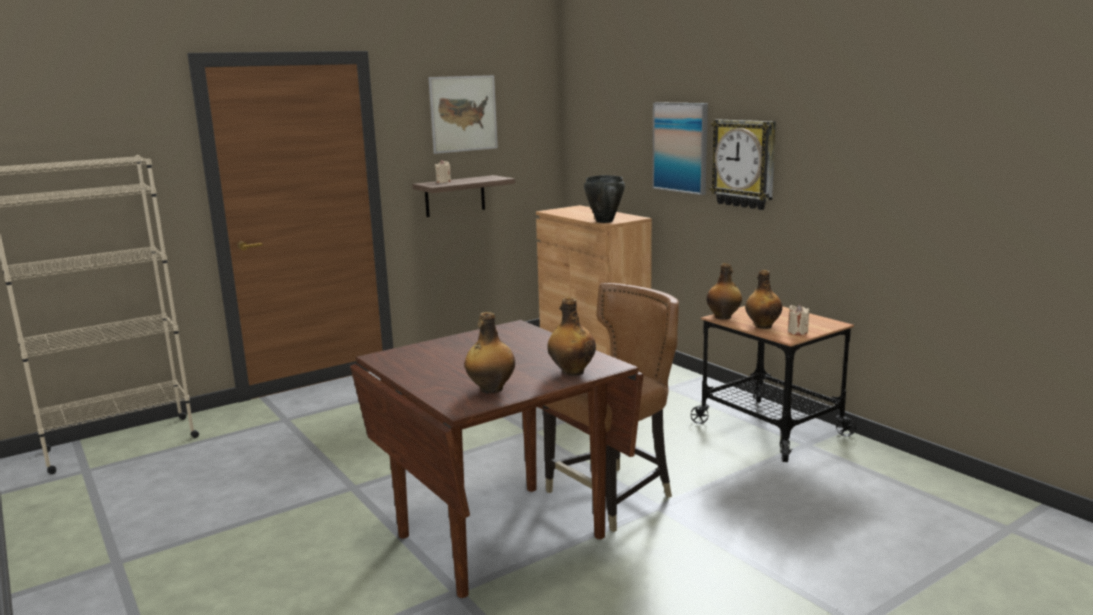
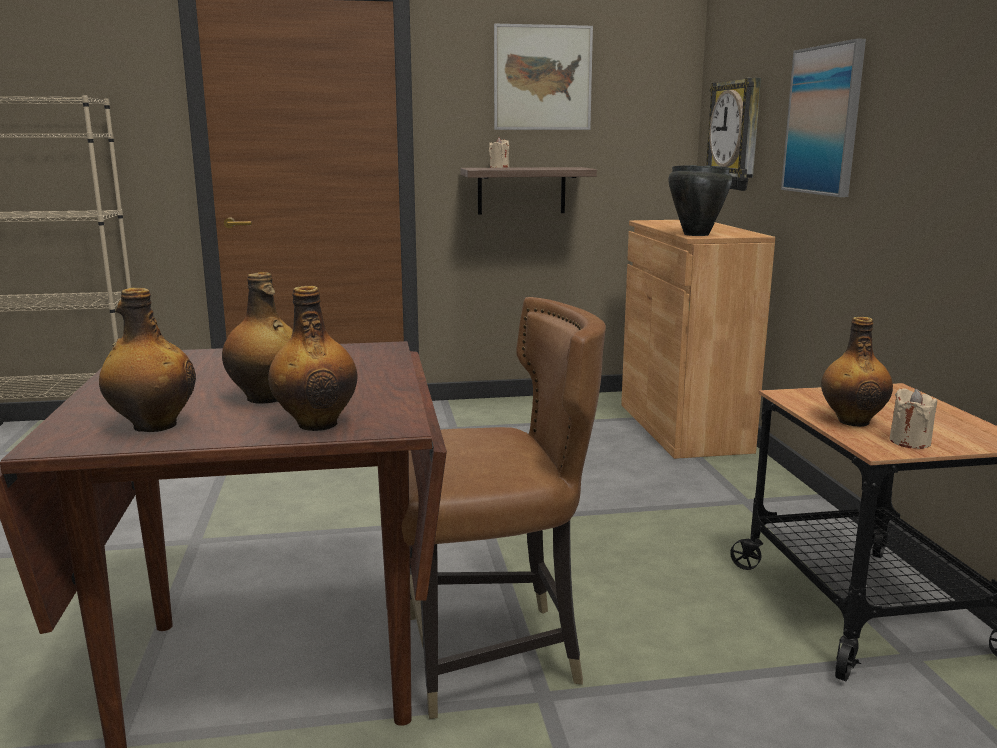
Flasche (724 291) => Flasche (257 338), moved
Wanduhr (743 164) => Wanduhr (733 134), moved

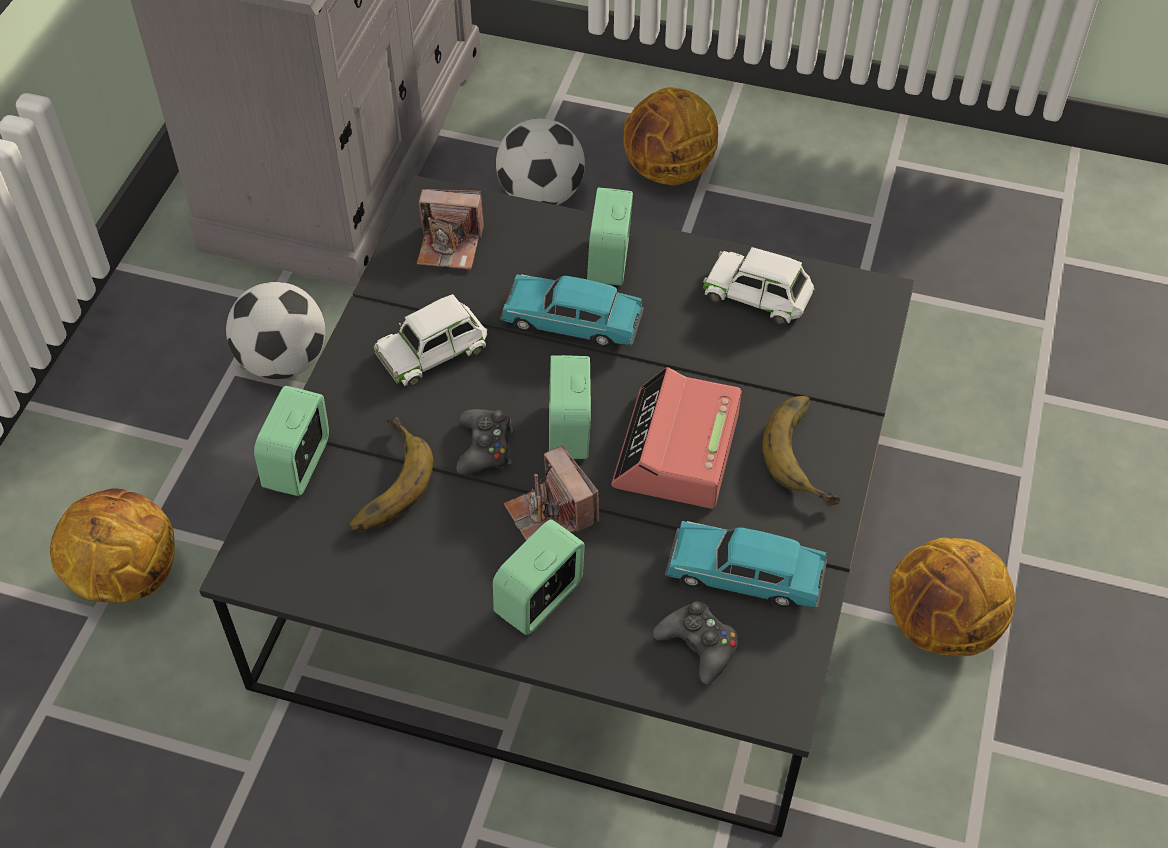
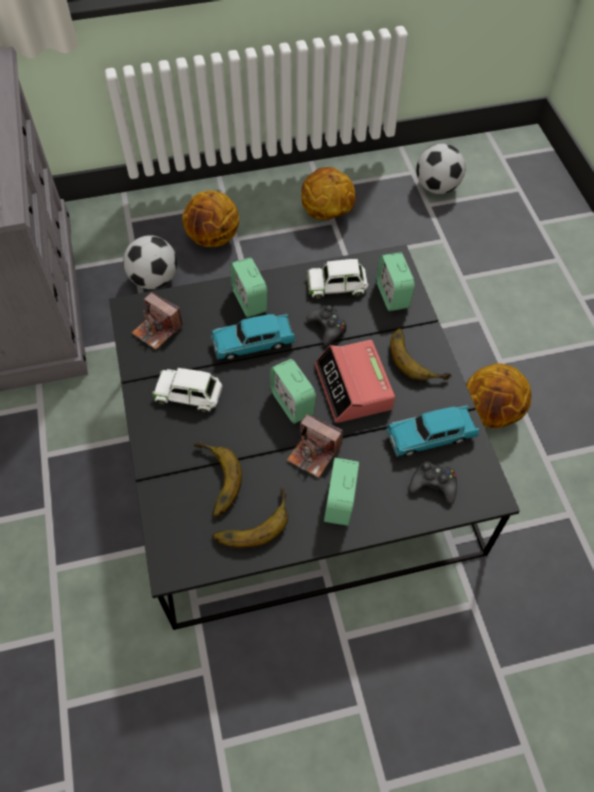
Basketball (112 545) => Basketball (328 193), moved
Fußball (275 330) => Fußball (441 169), moved
Wecker (291 441) => Wecker (395 281), moved
Spielzeugauto (weiß) (430 340) => Spielzeugauto (weiß) (187 390), 75 degrees clockwise
Kamera (450 229) => Kamera (157 320), 60 degrees clockwise
Gamepad (schwarz) (484 441) => Gamepad (schwarz) (326 325), moved
nothing => Banane (250 518)

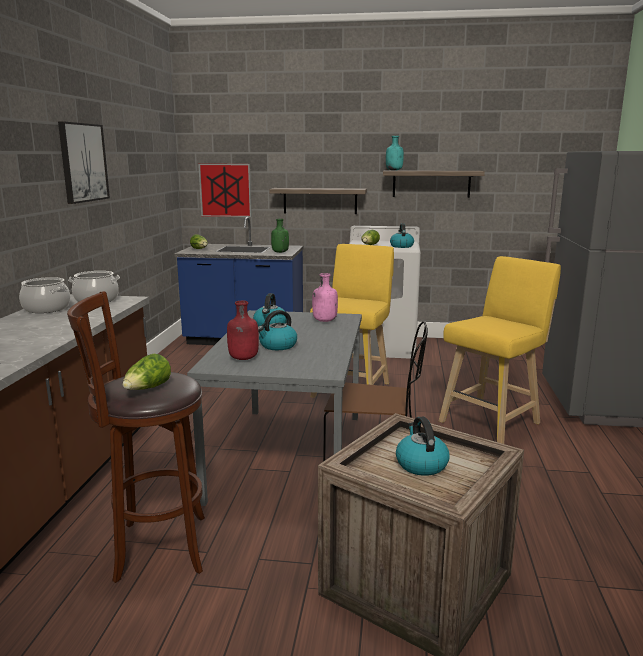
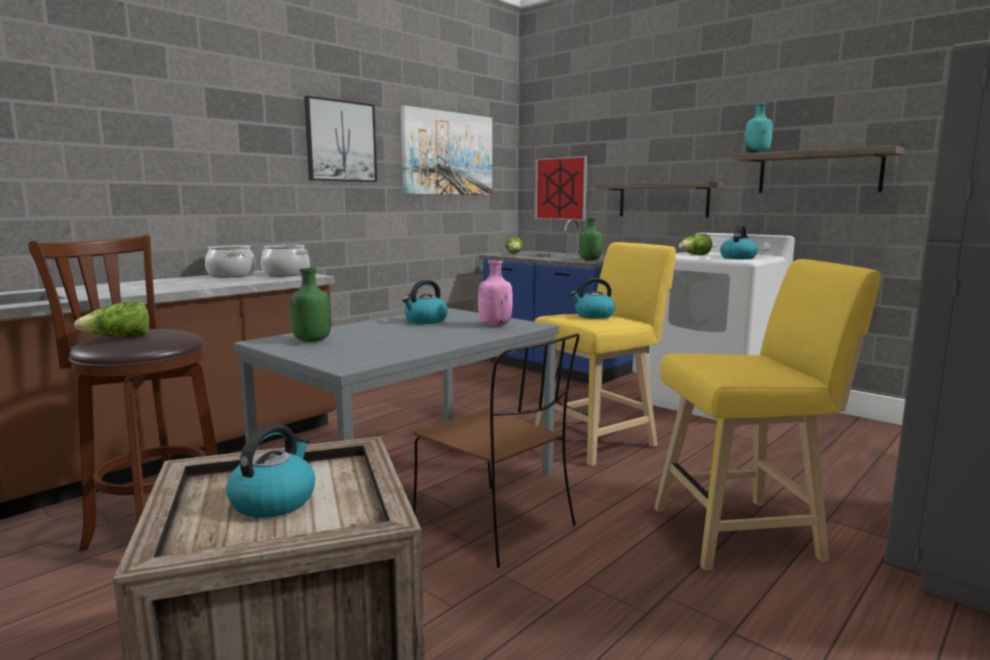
Flasche (rot) (243 330) => Flasche (grün) (310 305)
Wasserkessel (277 330) => Wasserkessel (592 298), moved
nothing => Bild (446 150)

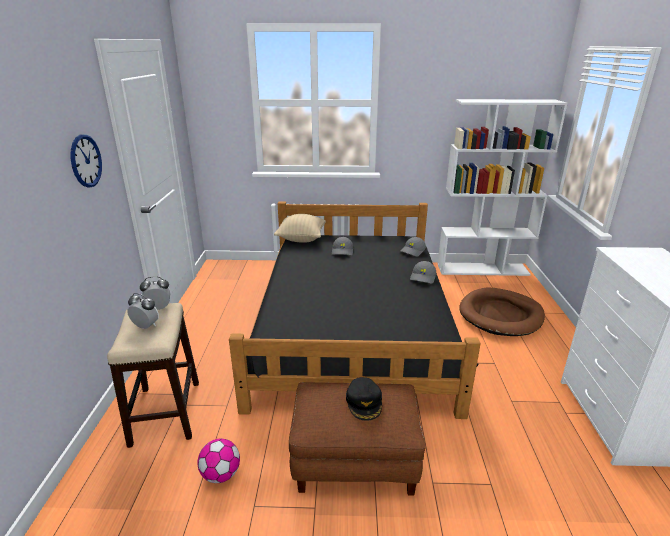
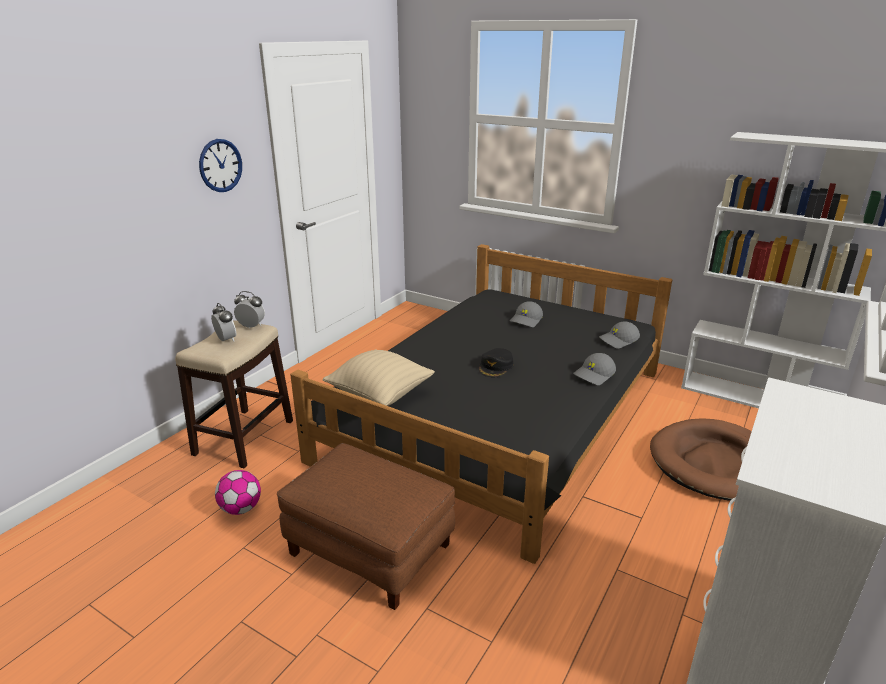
Kissen (beige) (300 228) => Kissen (beige) (379 377), moved
Kappe (schwarz) (364 399) => Kappe (schwarz) (496 362), moved

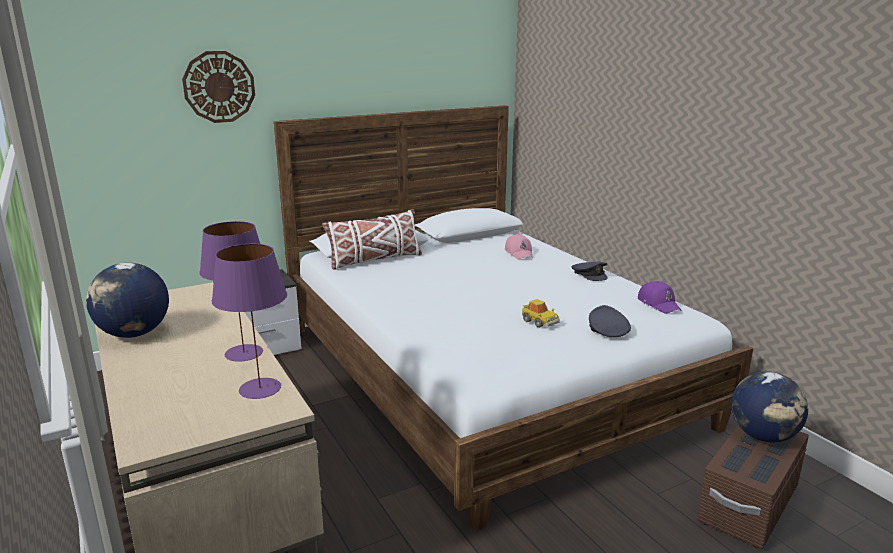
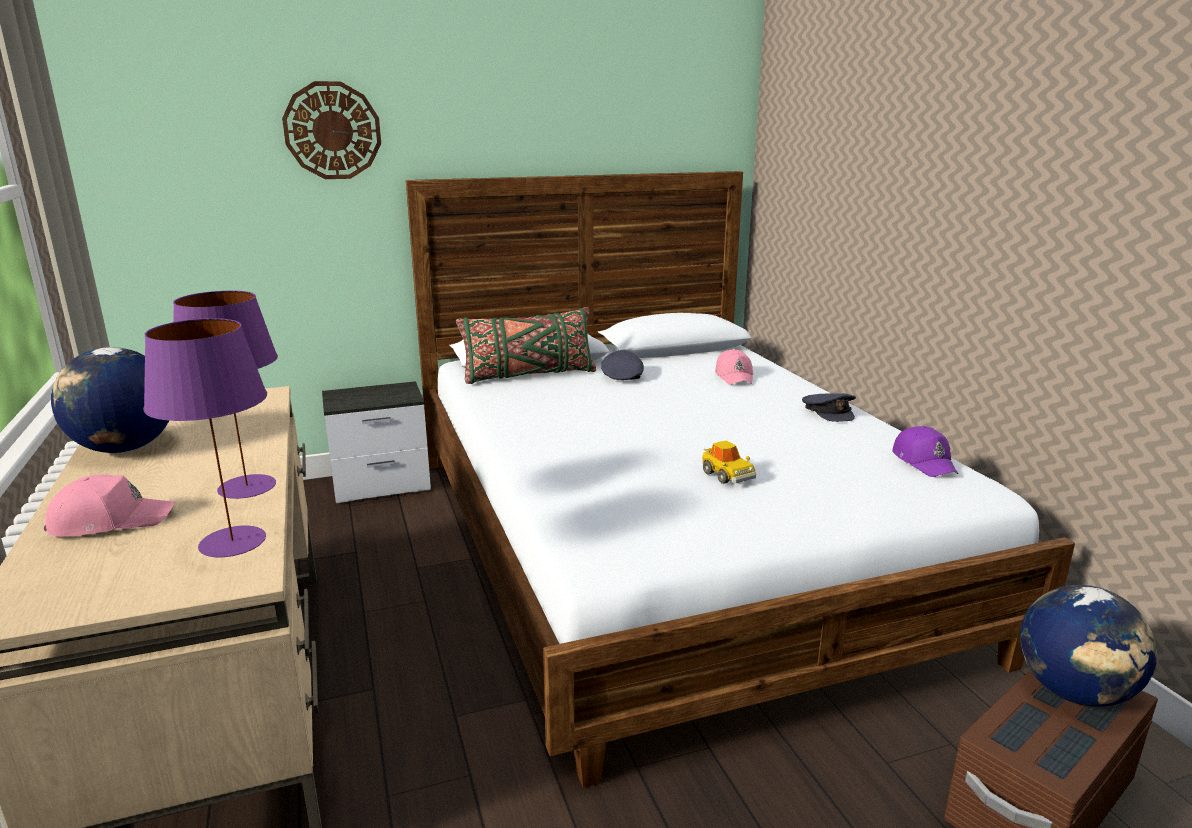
Kissen (weiß) (372 239) => Kissen (grün) (526 345)
Kappe (grau) (610 321) => Kappe (grau) (622 365), moved
nothing => Kappe (rosa) (109 506)

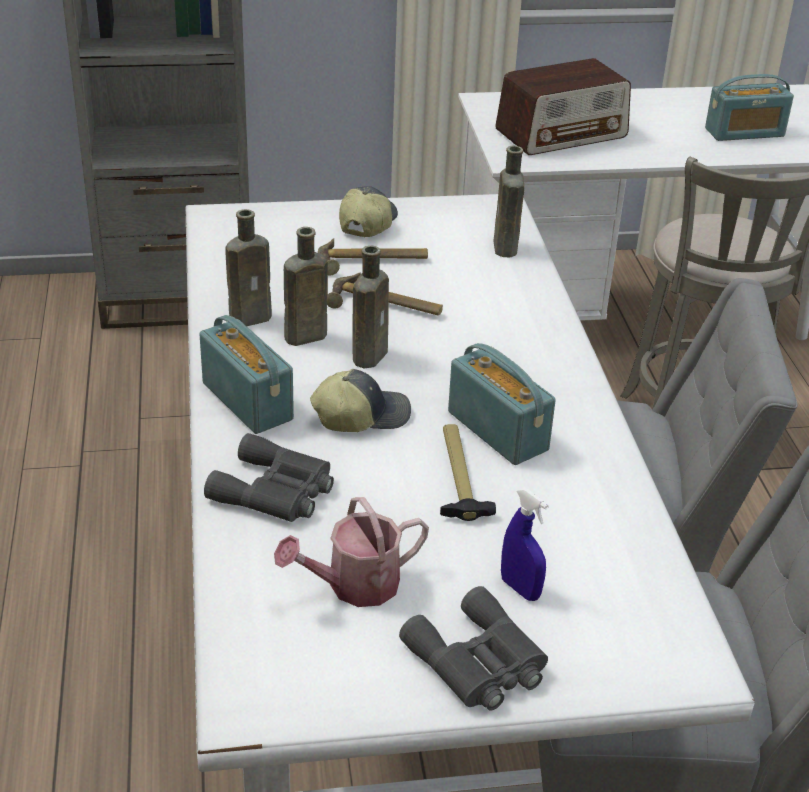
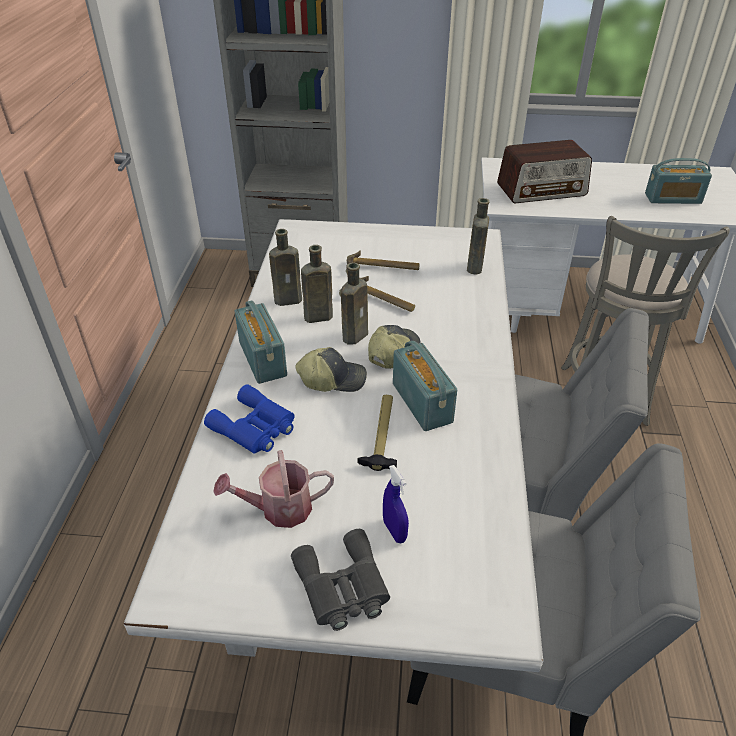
Fernglas (grau) (269 477) => Fernglas (blau) (249 418)
Kappe (368 211) => Kappe (394 347), moved

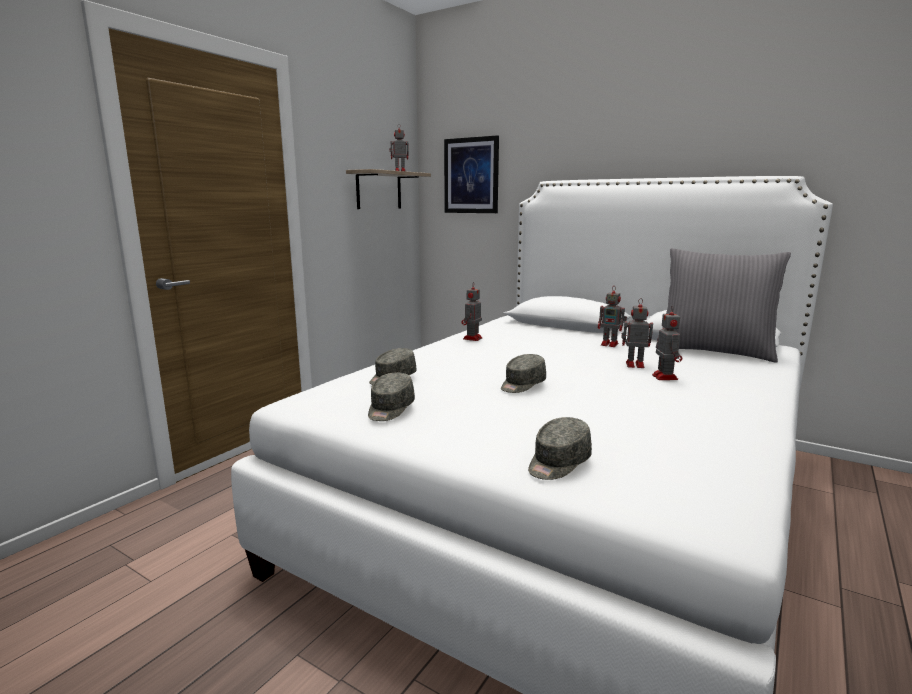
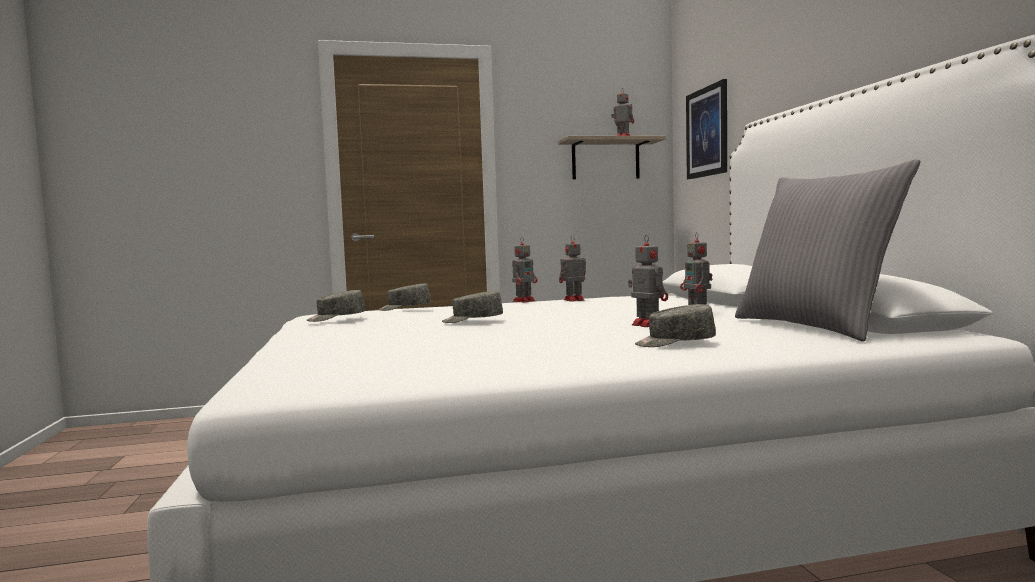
Kappe (grau) (560 448) => Kappe (grau) (675 325), moved
Spielzeugroboter (667 342) => Spielzeugroboter (525 269), moved

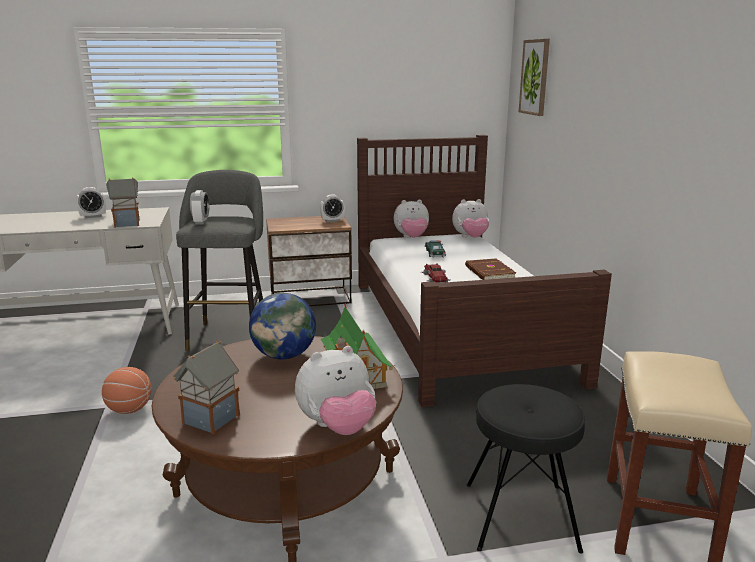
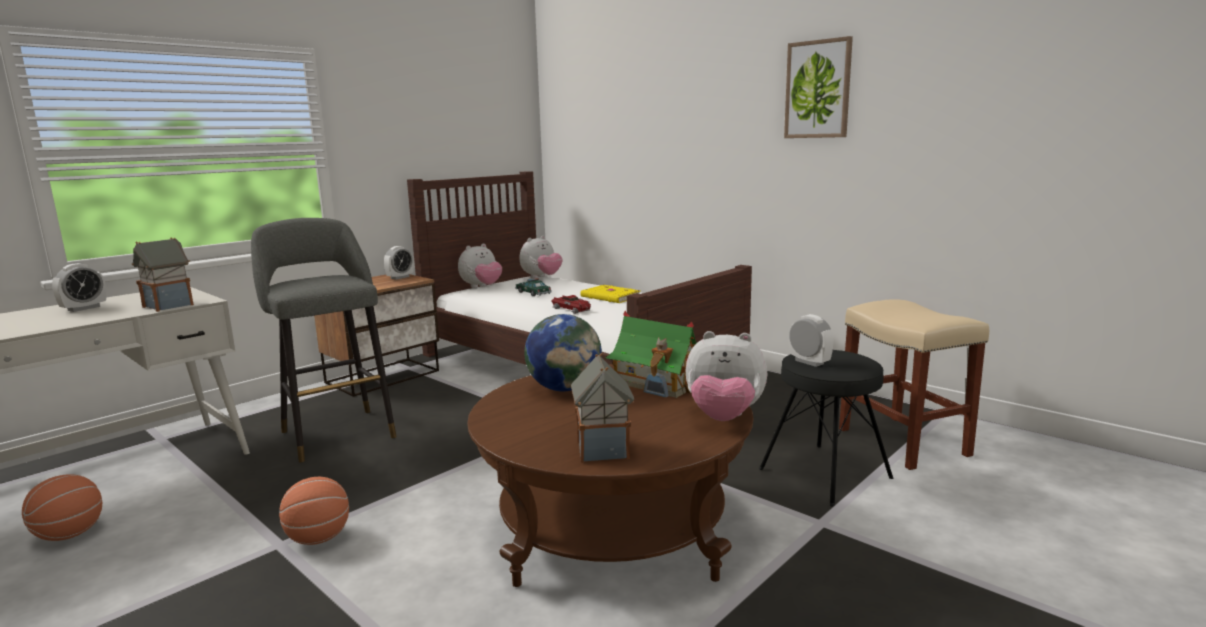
Wecker (199 207) => Wecker (811 340), moved
Plüschtier (335 390) => Plüschtier (726 376), 75 degrees clockwise
Buch (braun) (490 269) => Buch (gelb) (610 294)
Bild (534 77) => Bild (818 87), moved
nothing => Basketball (62 508)

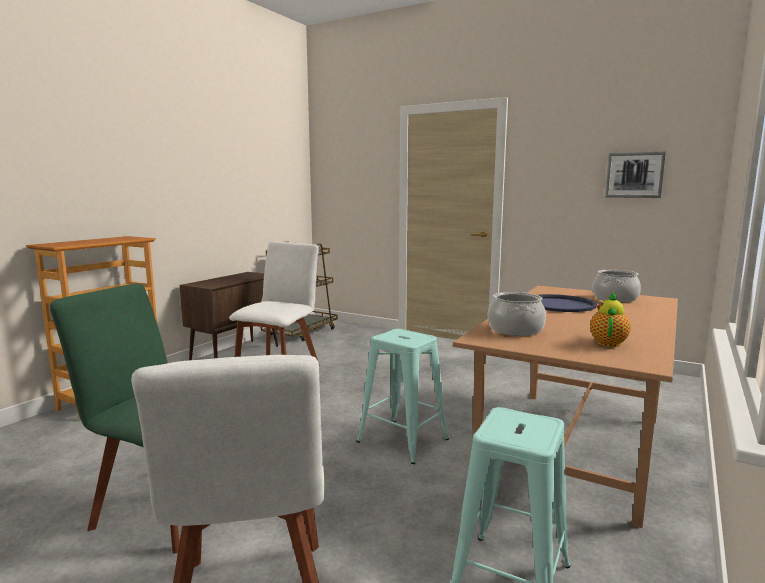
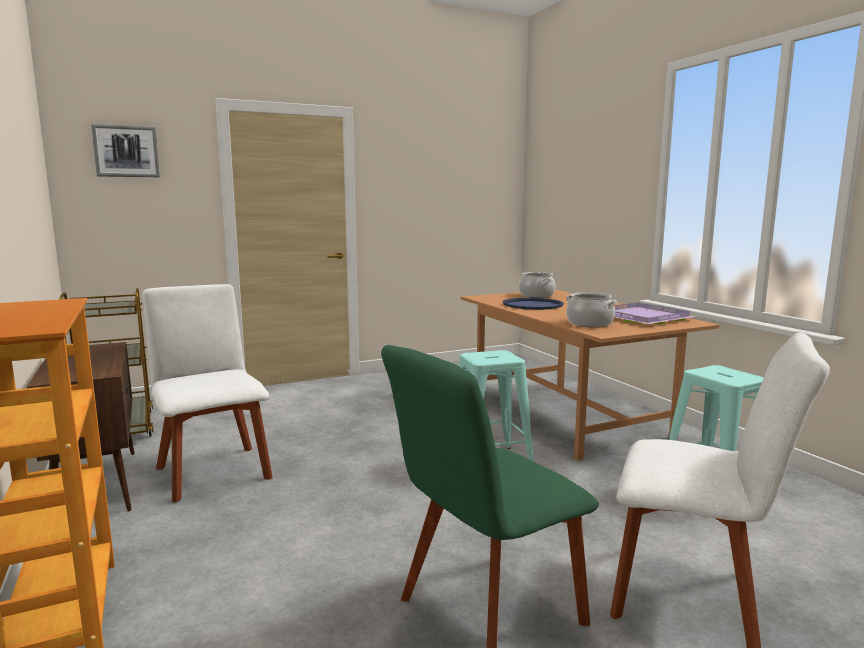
Teekanne (610 319) => Tablett (lila) (655 313)
Bild (635 174) => Bild (125 150), moved

